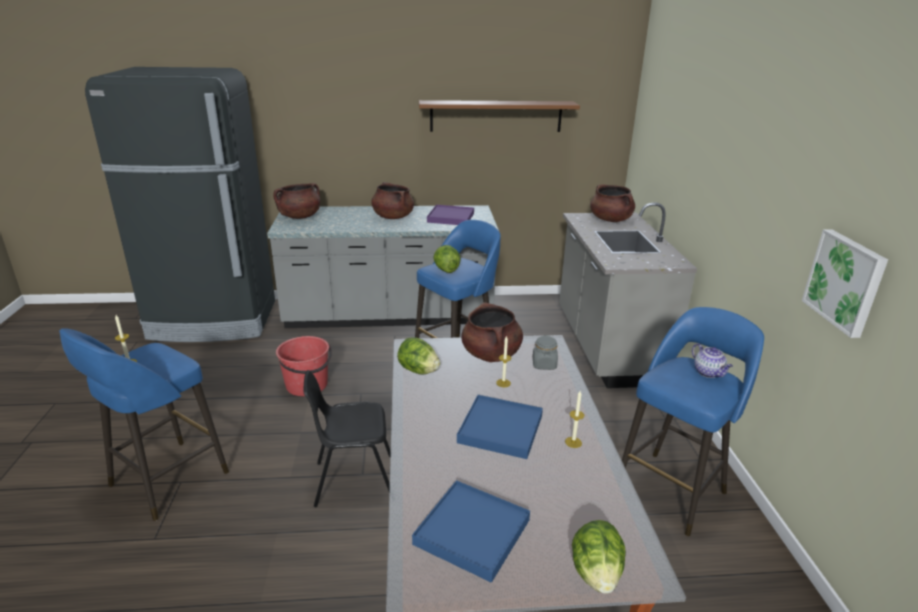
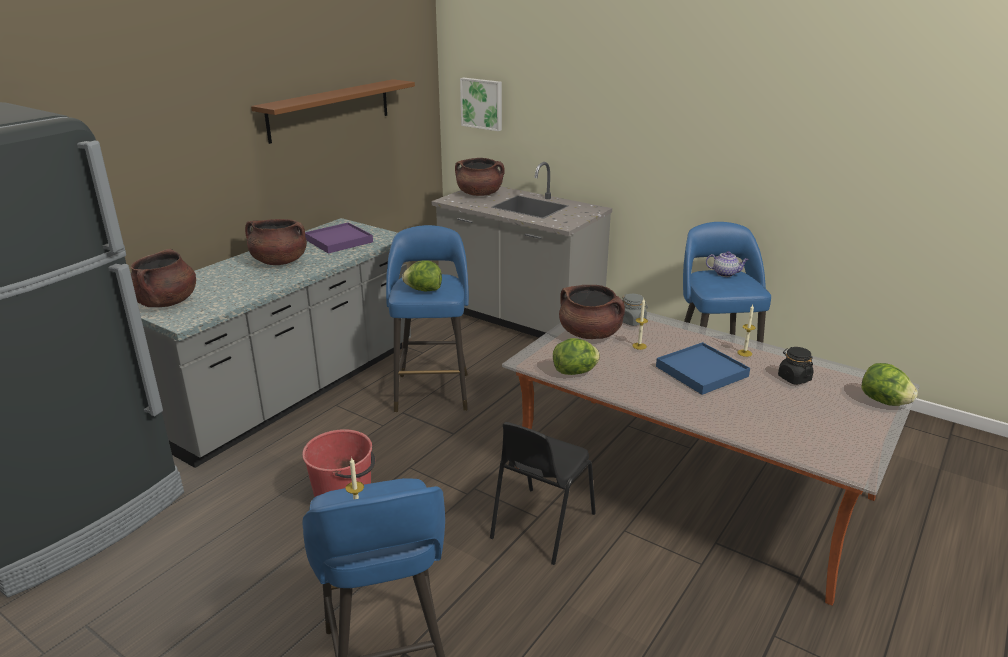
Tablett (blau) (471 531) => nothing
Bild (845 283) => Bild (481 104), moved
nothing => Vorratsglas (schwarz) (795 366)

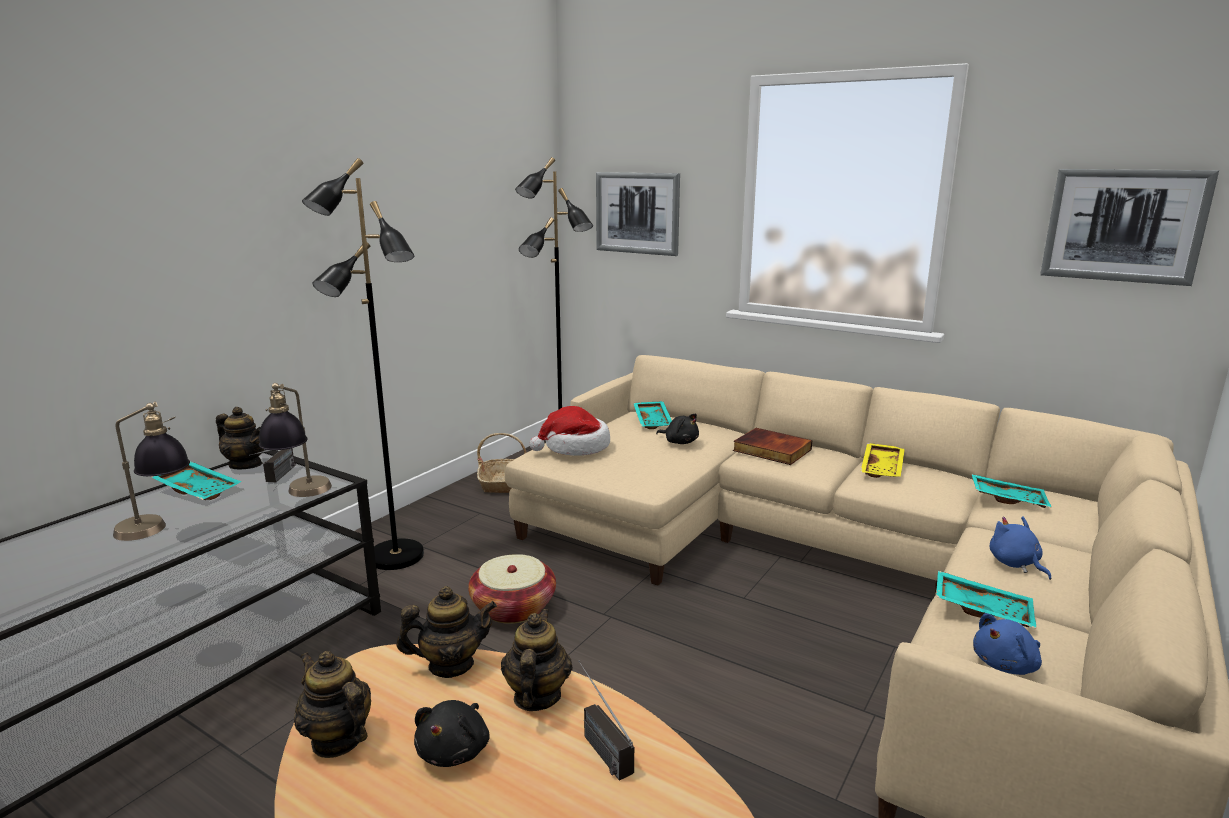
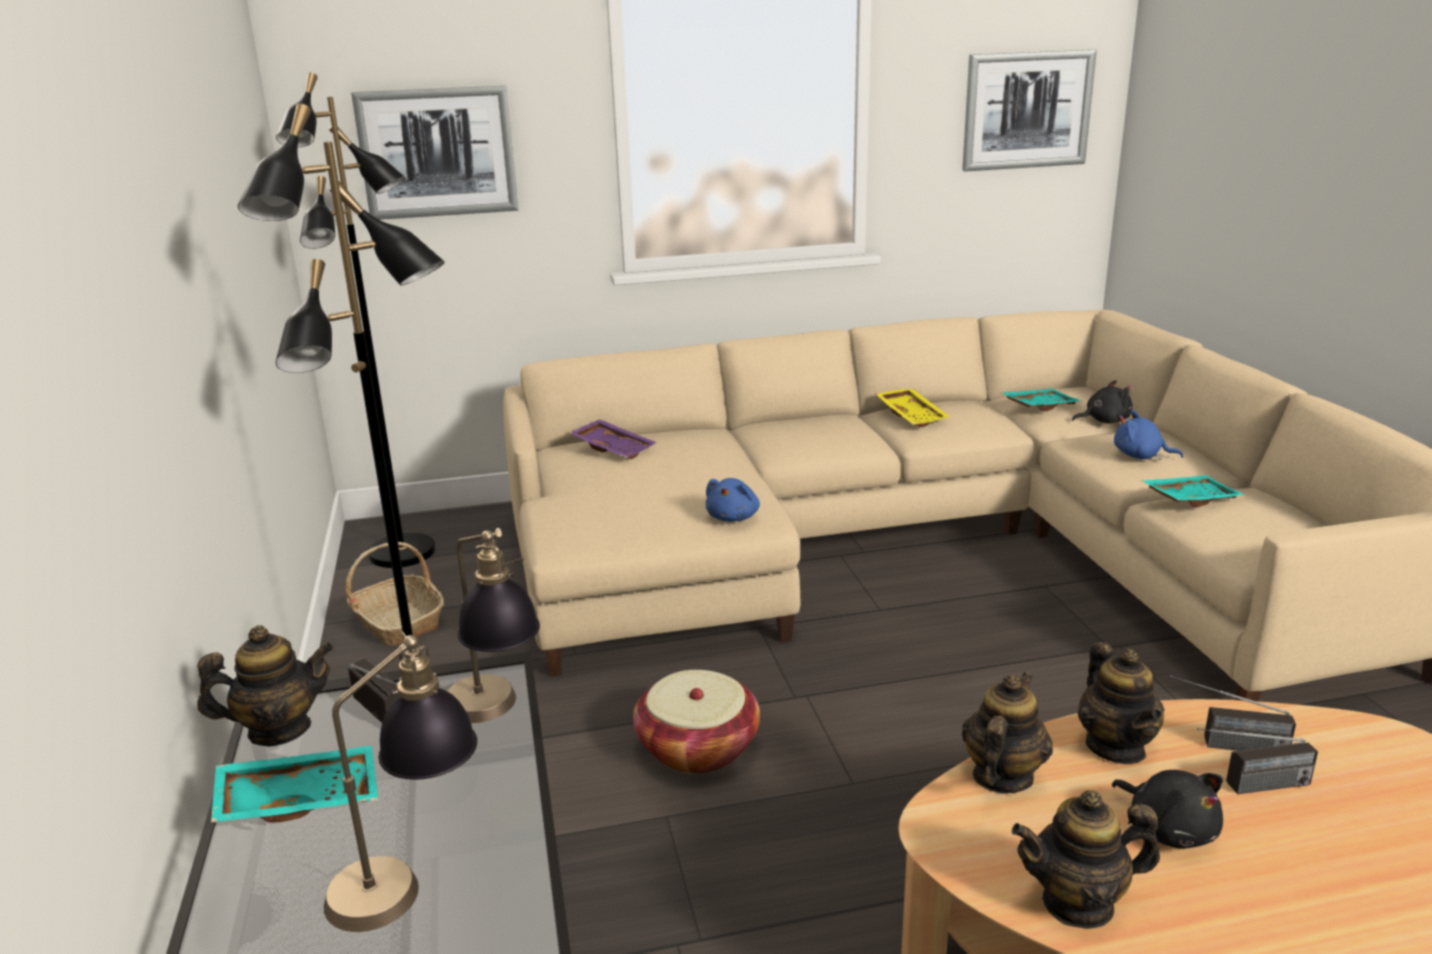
Teekanne (537 660) => Teekanne (1121 703), 150 degrees counterclockwise
Hut (570 431) => nothing
Tablett (türkis) (652 415) => Tablett (lila) (613 439)
Plüschtier (schwarz) (677 428) => Plüschtier (schwarz) (1102 401), moved
Buch (772 446) => nothing
Plüschtier (blau) (1007 644) => Plüschtier (blau) (733 500), moved
nothing => Radio (1257 761)

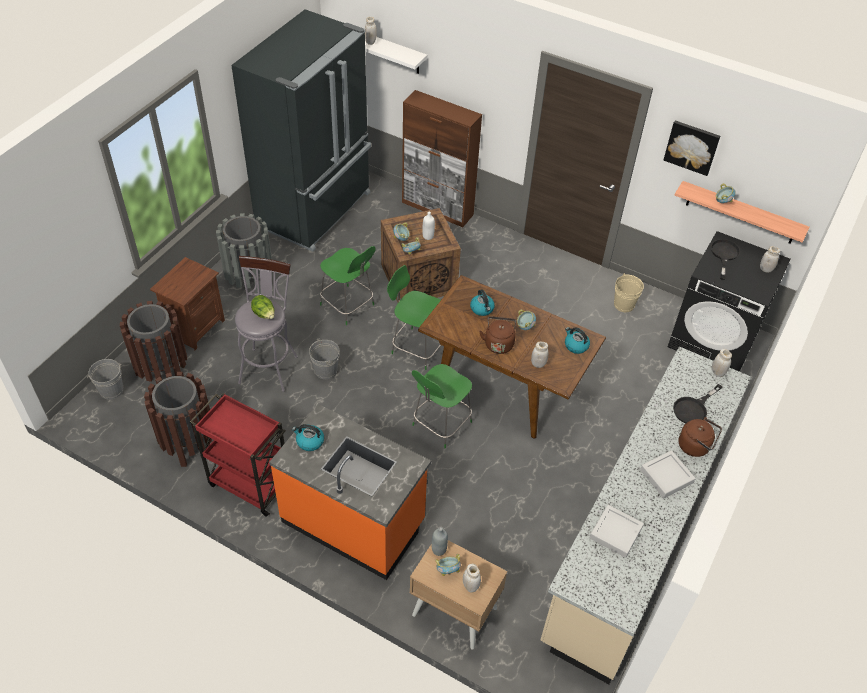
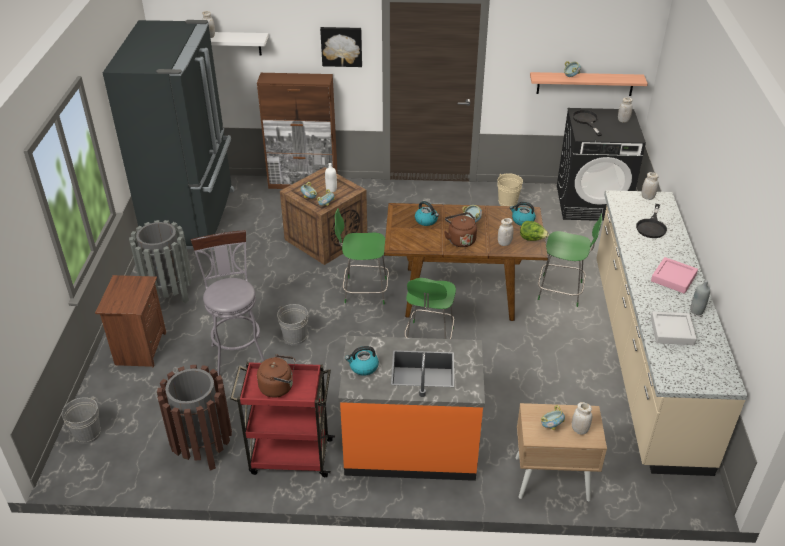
Mülleimer (braun) (153 341) => nothing
Salatkopf (262 307) => Salatkopf (534 231), moved
Stuhl (grün) (348 285) => Stuhl (grün) (570 260), moved
Flasche (grau) (440 541) => Flasche (grau) (700 297), moved
Tablett (grau) (668 474) => Tablett (rosa) (674 275)
Bild (692 148) => Bild (341 47), moved
Wasserkessel (braun) (700 437) => Wasserkessel (braun) (276 376), moved

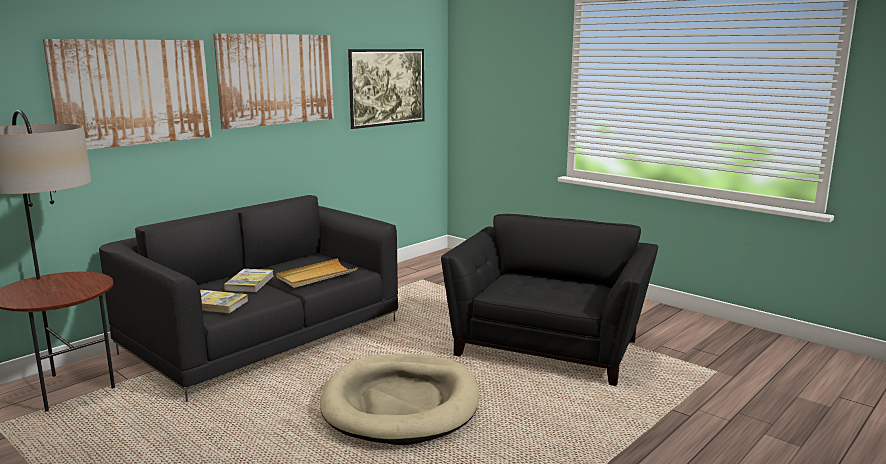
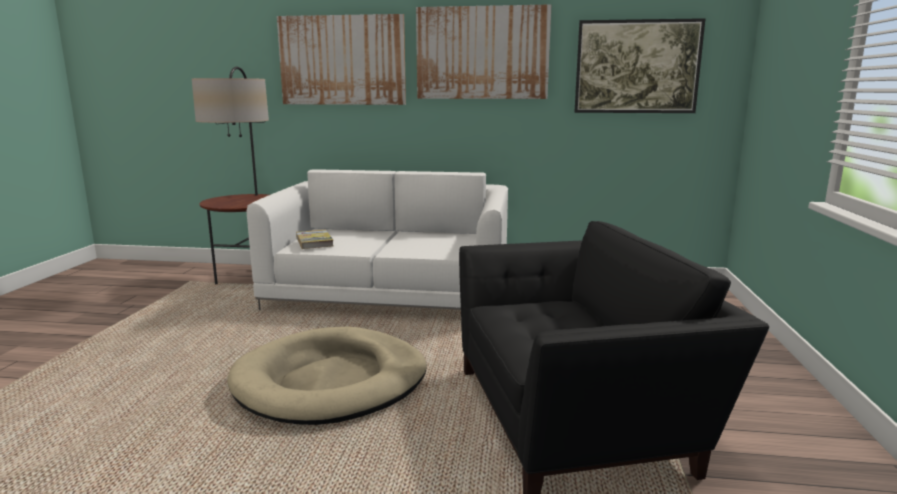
Sofa (schwarz) (248 298) => Sofa (weiß) (377 239)
Buch (248 280) => nothing
Tablett (beige) (316 273) => nothing

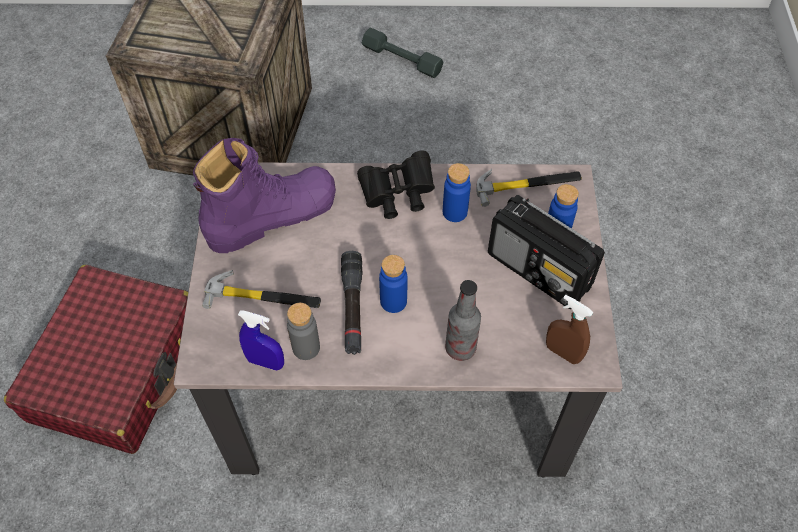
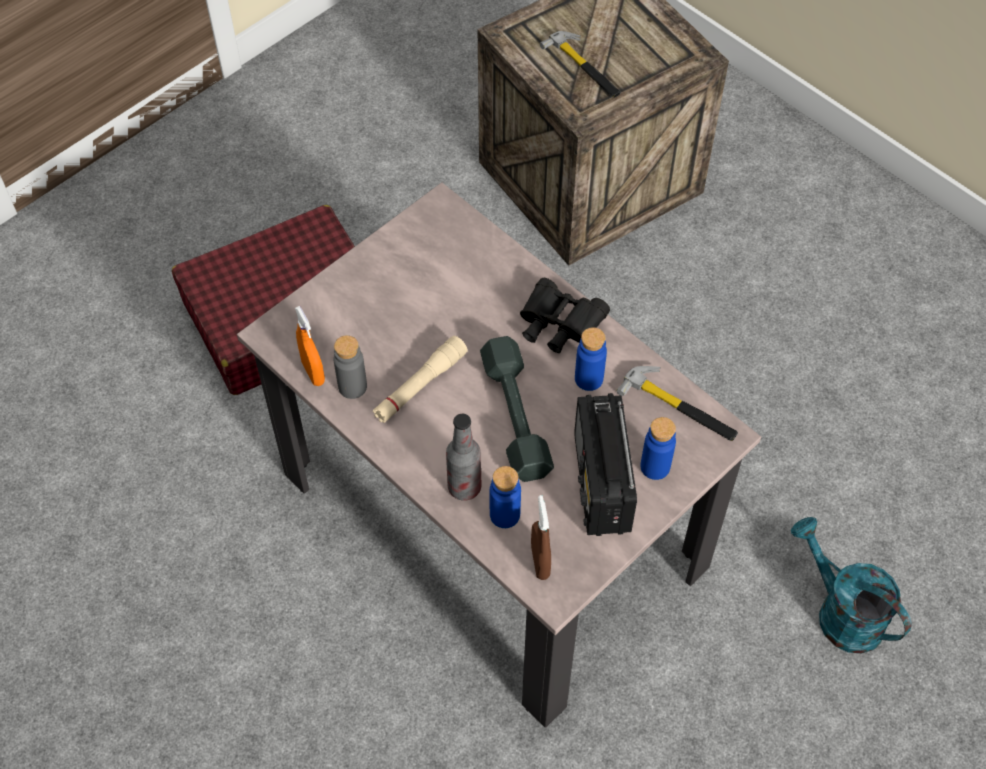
Stiefel (lila) (264 195) => nothing
Hammer (261 289) => Hammer (580 64), moved
Sprühflasche (blau) (261 340) => Sprühflasche (orange) (310 346)
Taschenlampe (schwarz) (351 303) => Taschenlampe (beige) (420 379)
Hantel (grau) (403 53) => Hantel (grau) (517 409), moved
Flasche (blau) (393 284) => Flasche (blau) (505 497), moved
nothing => Gießkanne (türkis) (851 585)

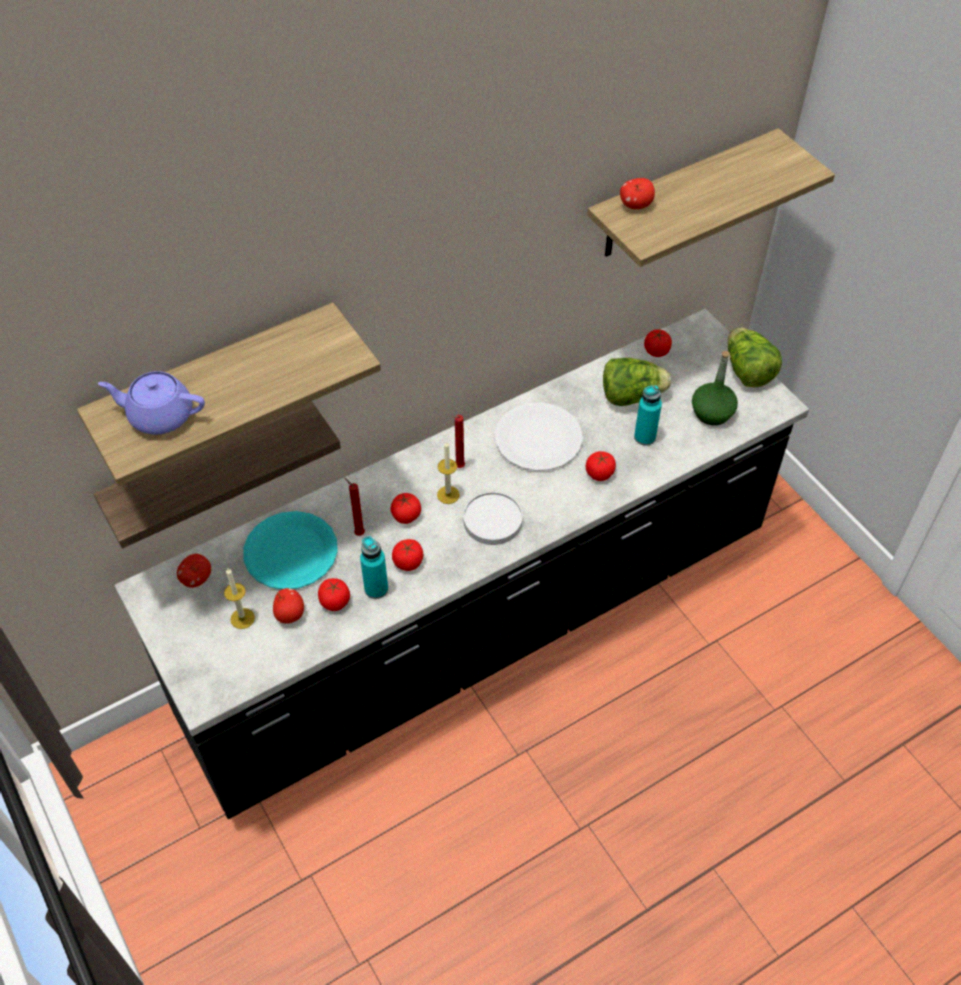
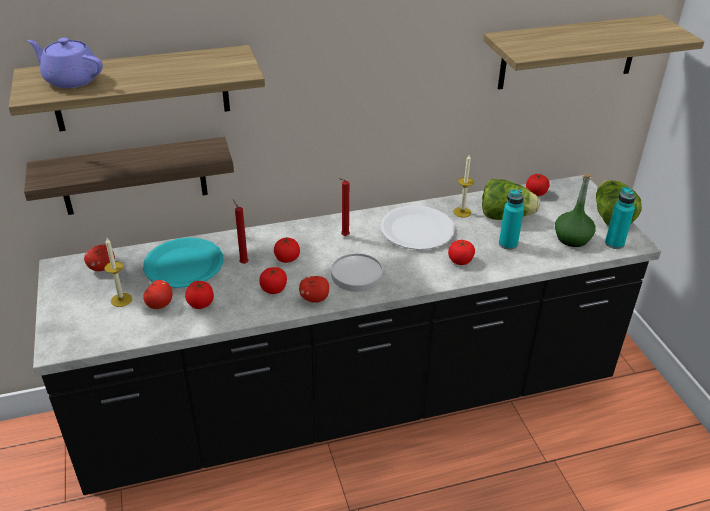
Flasche (türkis) (374 567) => Flasche (türkis) (620 218), moved
Kerze (448 472) => Kerze (463 186), moved
Apfel (637 193) => Apfel (314 289), moved

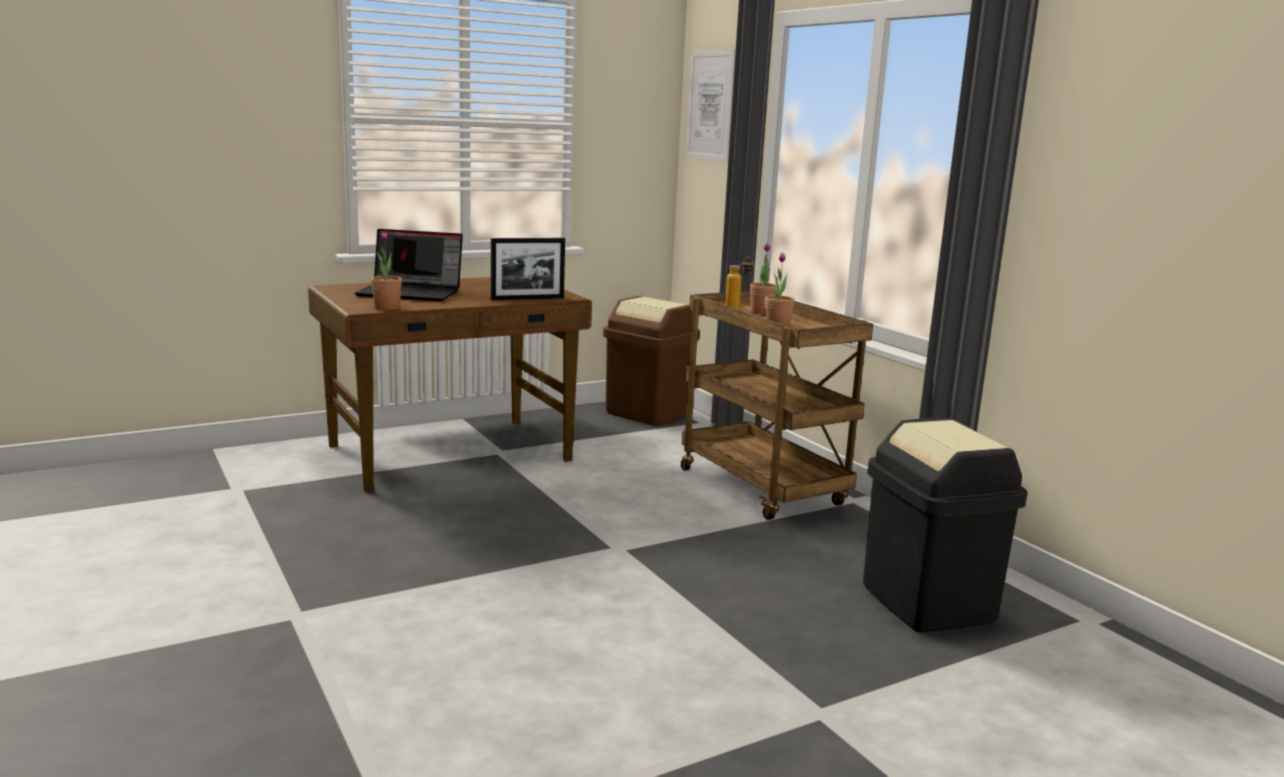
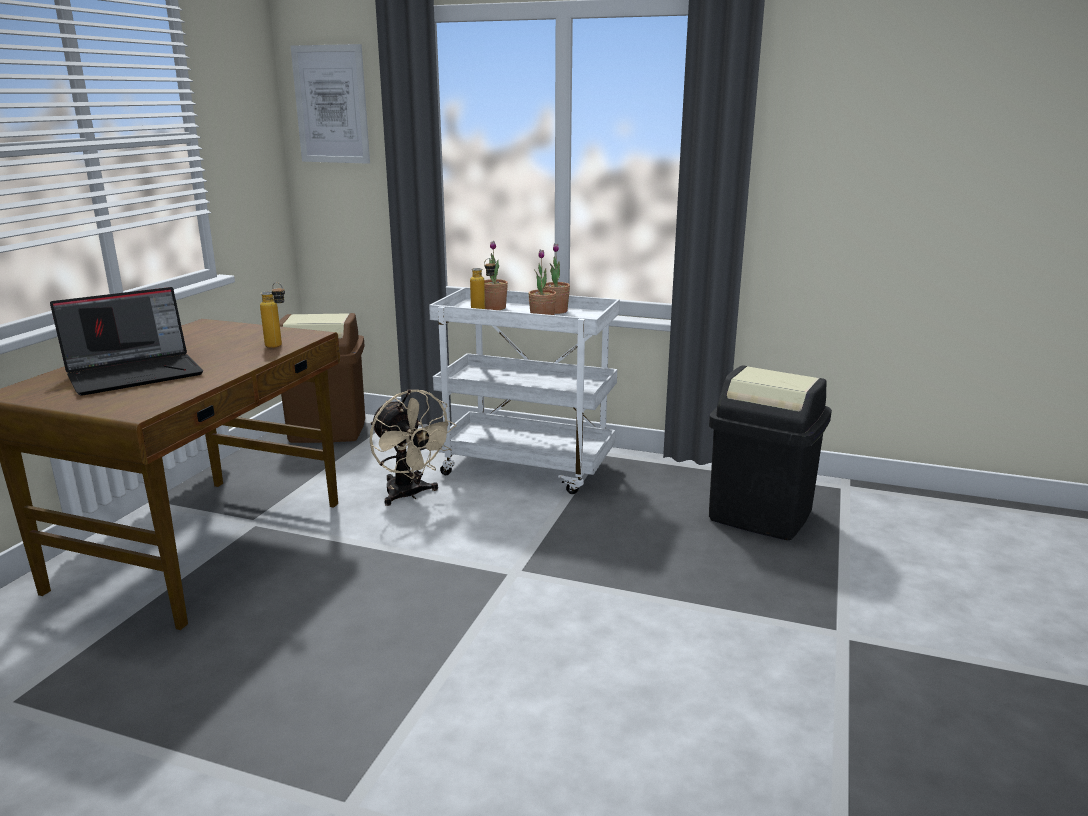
Topfpflanze (386 271) => Topfpflanze (557 279), moved
Bilderrahmen (528 269) => Flasche (272 315)
Rollwagen (braun) (777 405) => Rollwagen (weiß) (524 390)
nothing => Ventilator (beige) (413 447)

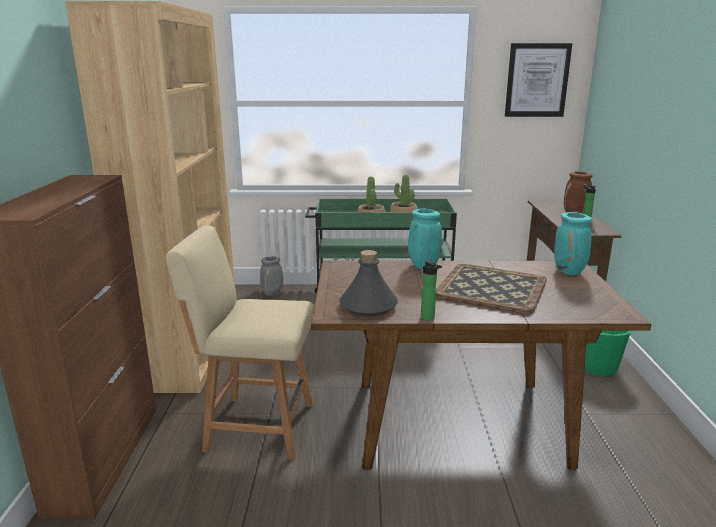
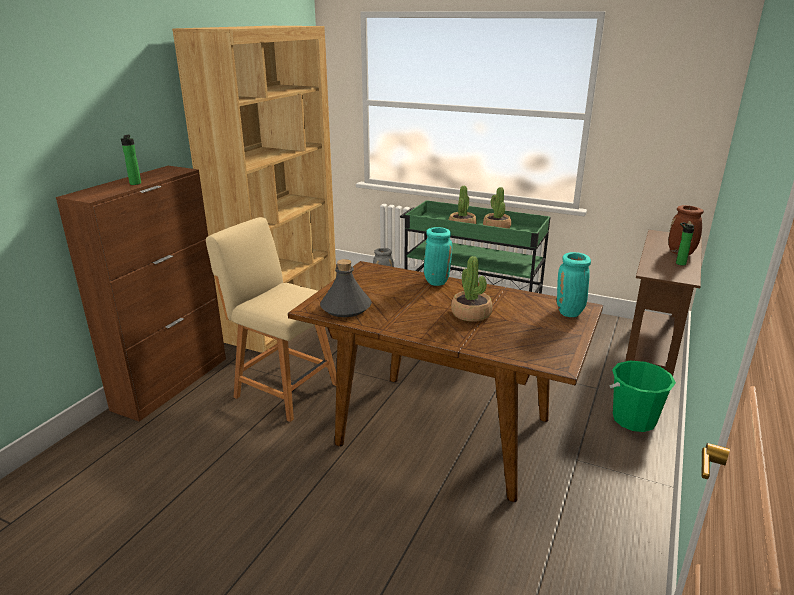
Flasche (431 290) => Flasche (131 160), moved
Tablett (491 289) => Topfpflanze (472 289)
Bild (538 80) => nothing

